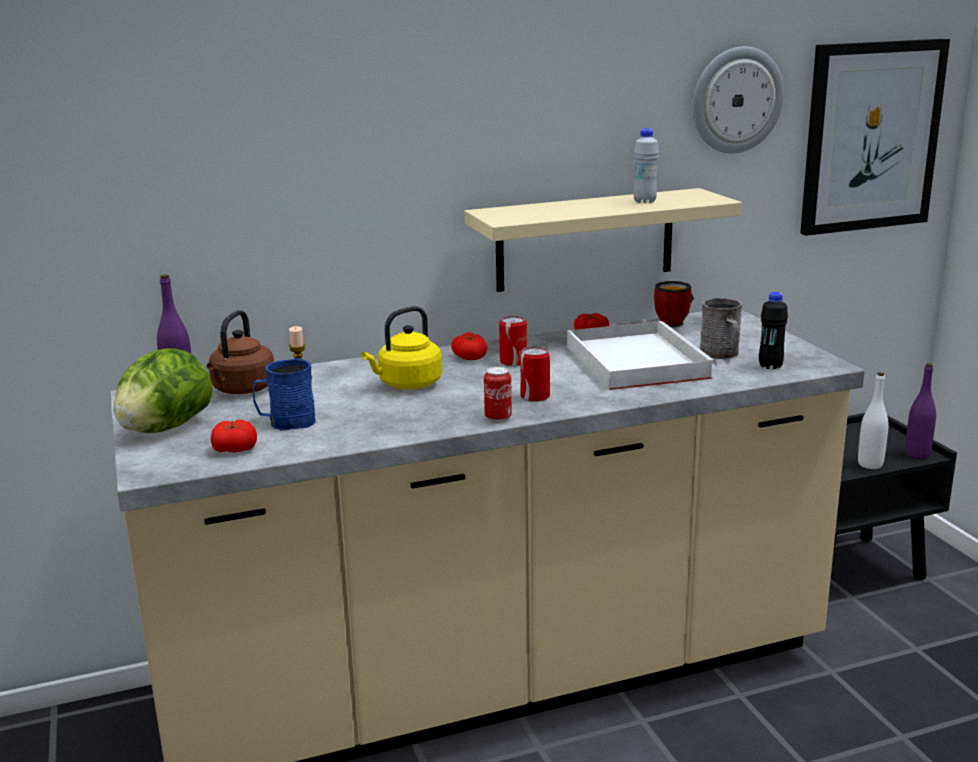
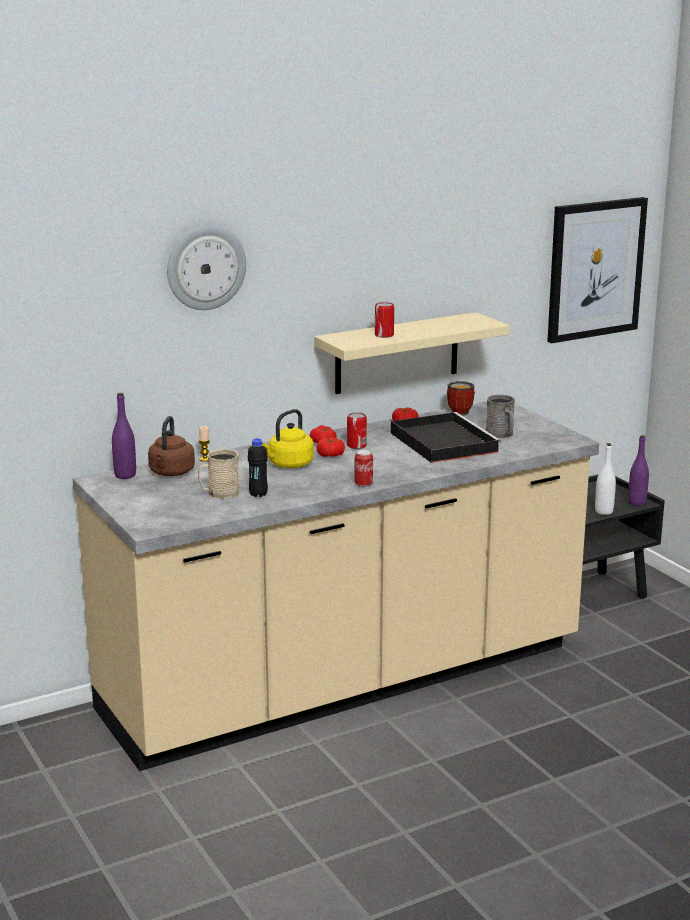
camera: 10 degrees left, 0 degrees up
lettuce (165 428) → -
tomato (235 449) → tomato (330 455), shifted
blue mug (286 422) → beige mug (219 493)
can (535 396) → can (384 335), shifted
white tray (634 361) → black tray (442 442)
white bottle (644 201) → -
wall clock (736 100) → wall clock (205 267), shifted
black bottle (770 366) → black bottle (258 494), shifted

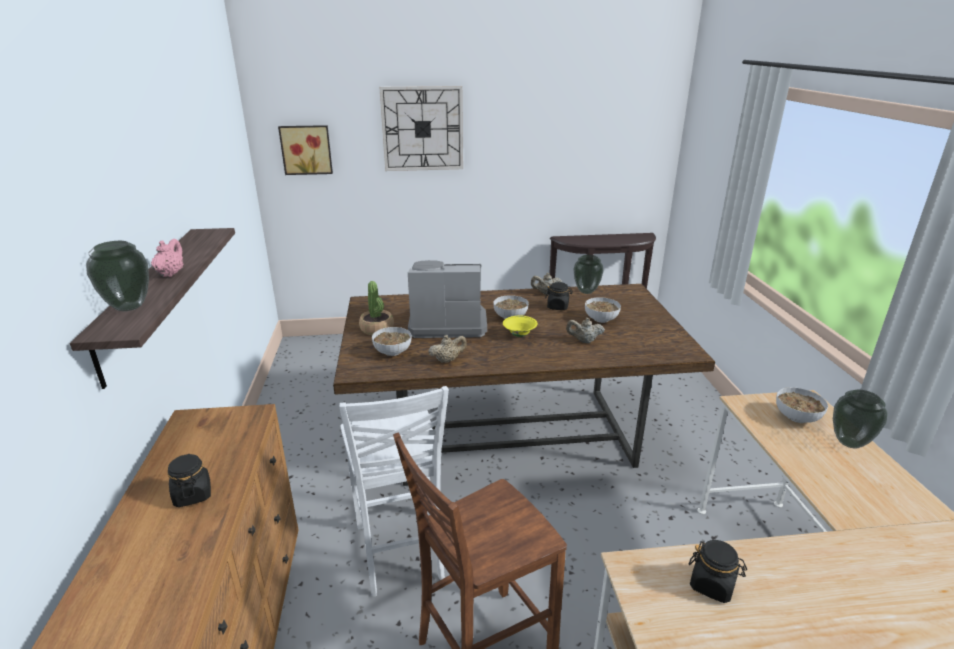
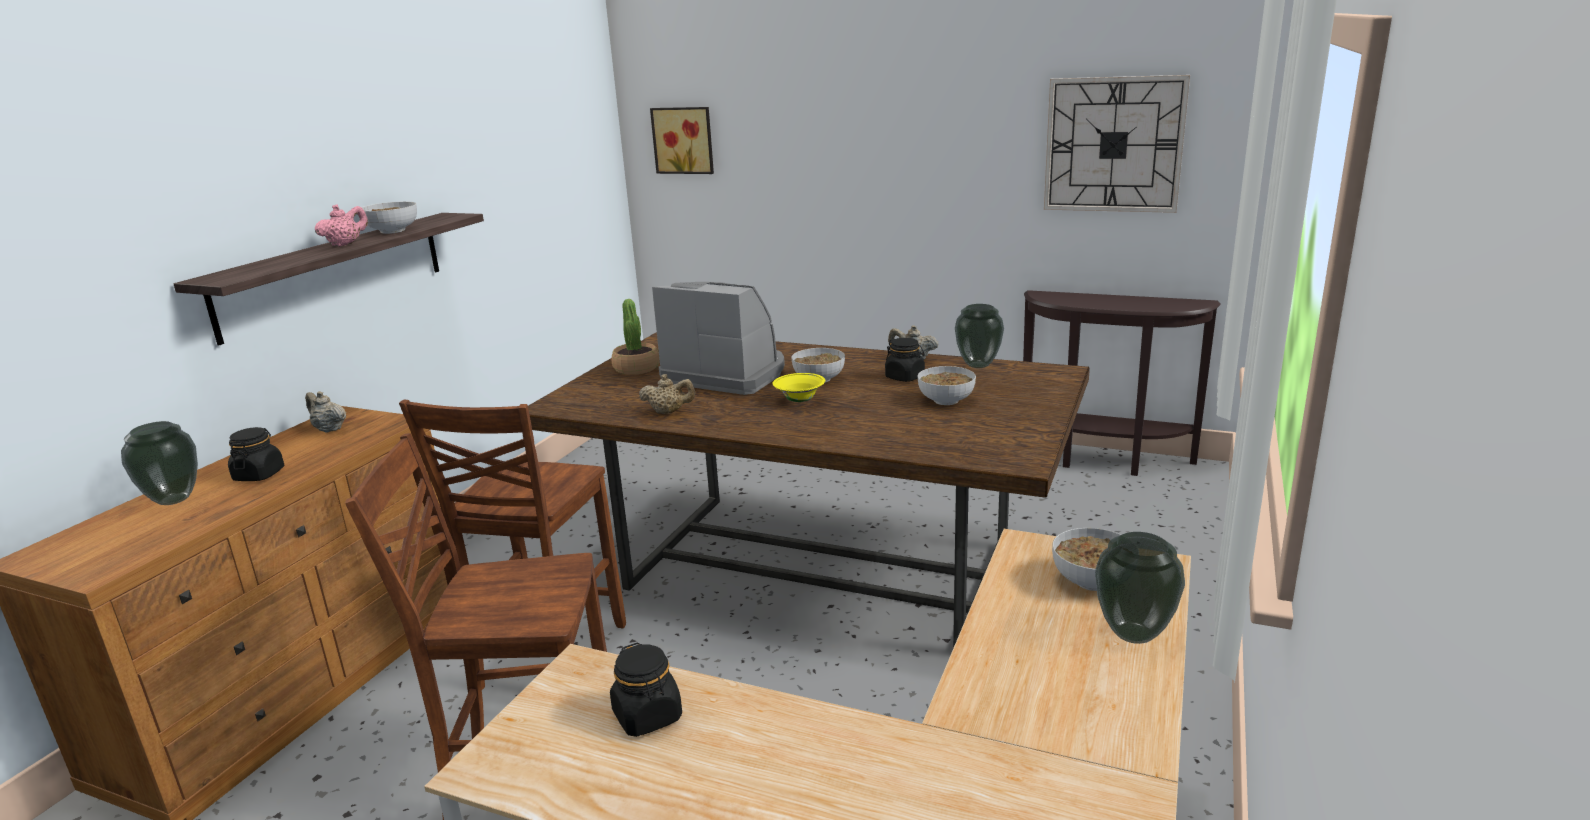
camera: 30 degrees right, 5 degrees down
vase (129 306) → vase (175 499), shifted
white chair (400 553) → brown chair (547 658)
bowl (393 351) → bowl (393 231), shifted
wall clock (422 129) → wall clock (1113 145), shifted
beige teapot (584 341) → beige teapot (329 429), shifted

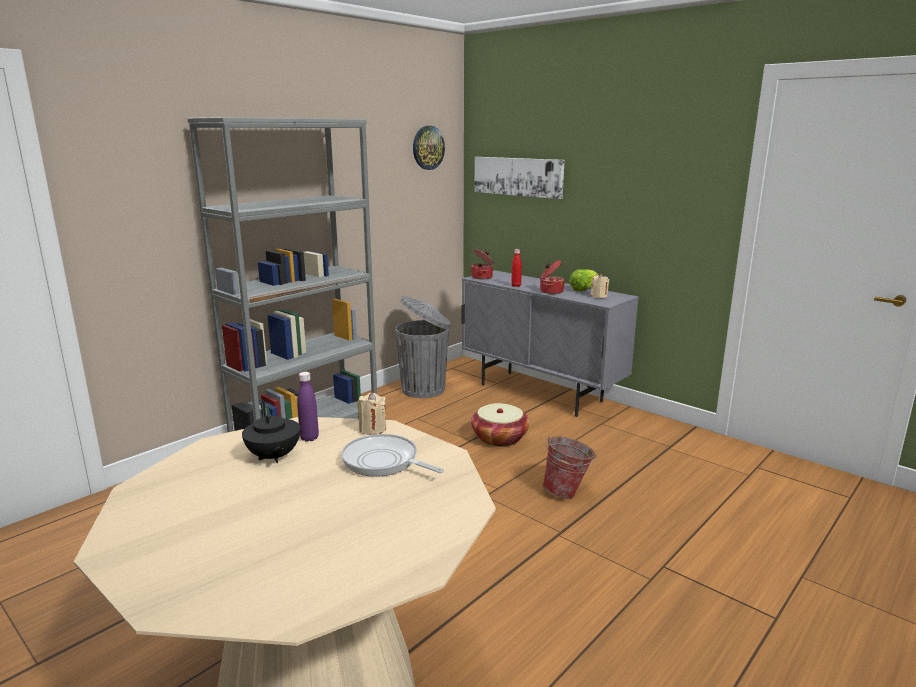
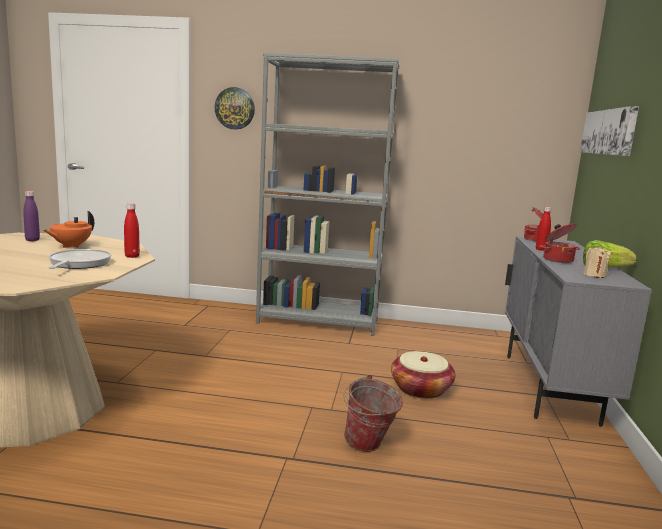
camera: 55 degrees right, 5 degrees down
black teapot (273 457) → orange teapot (71 246)
purple bottle (309 438) → purple bottle (32 240), shifted
beige candle (372 429) → red bottle (132 256)
grey trash can (425 389) → -
wall clock (428 147) → wall clock (235 108), shifted

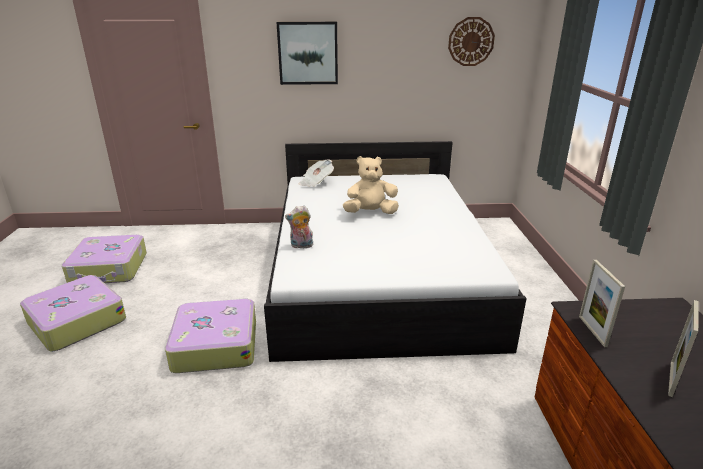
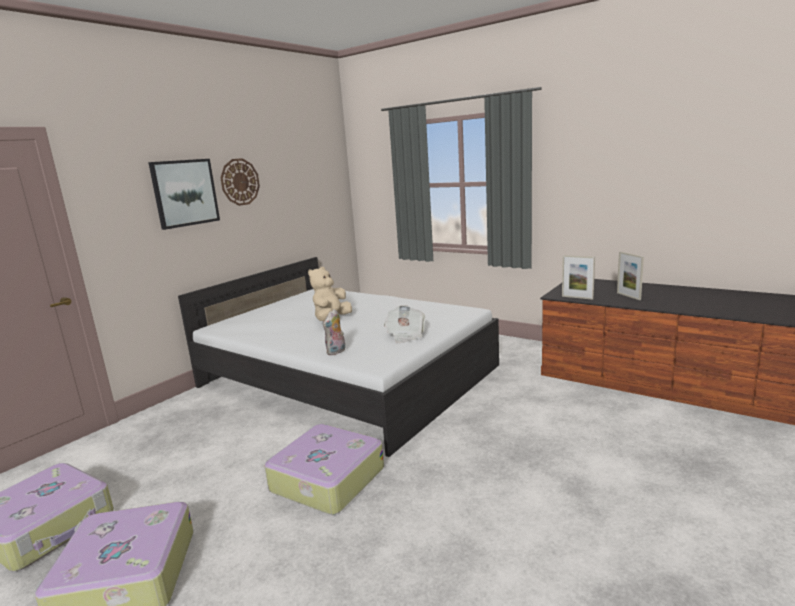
camera: 50 degrees left, 10 degrees down
newspaper (316 182) → newspaper (405 335), shifted
wall clock (471 41) → wall clock (240 182), shifted

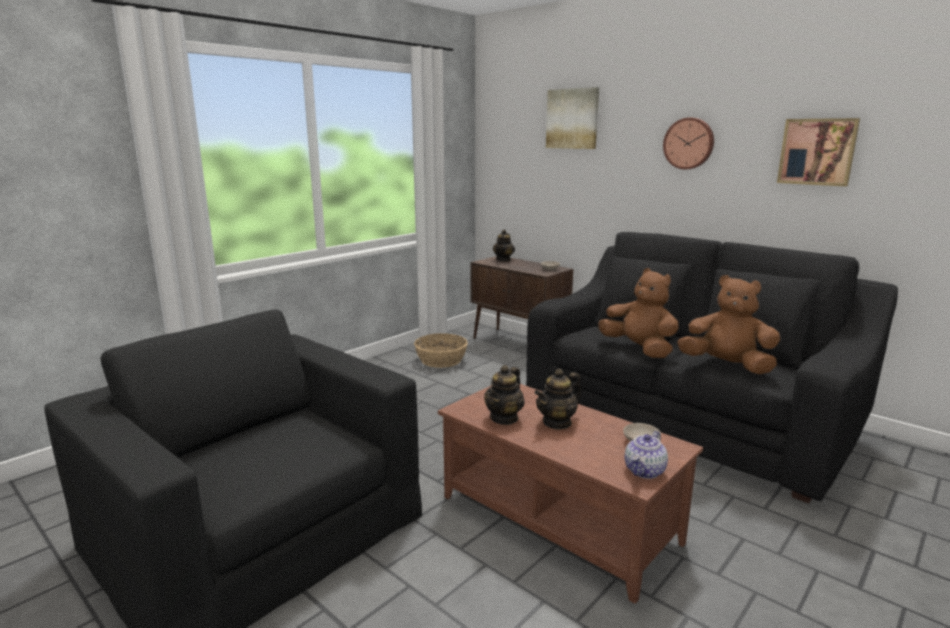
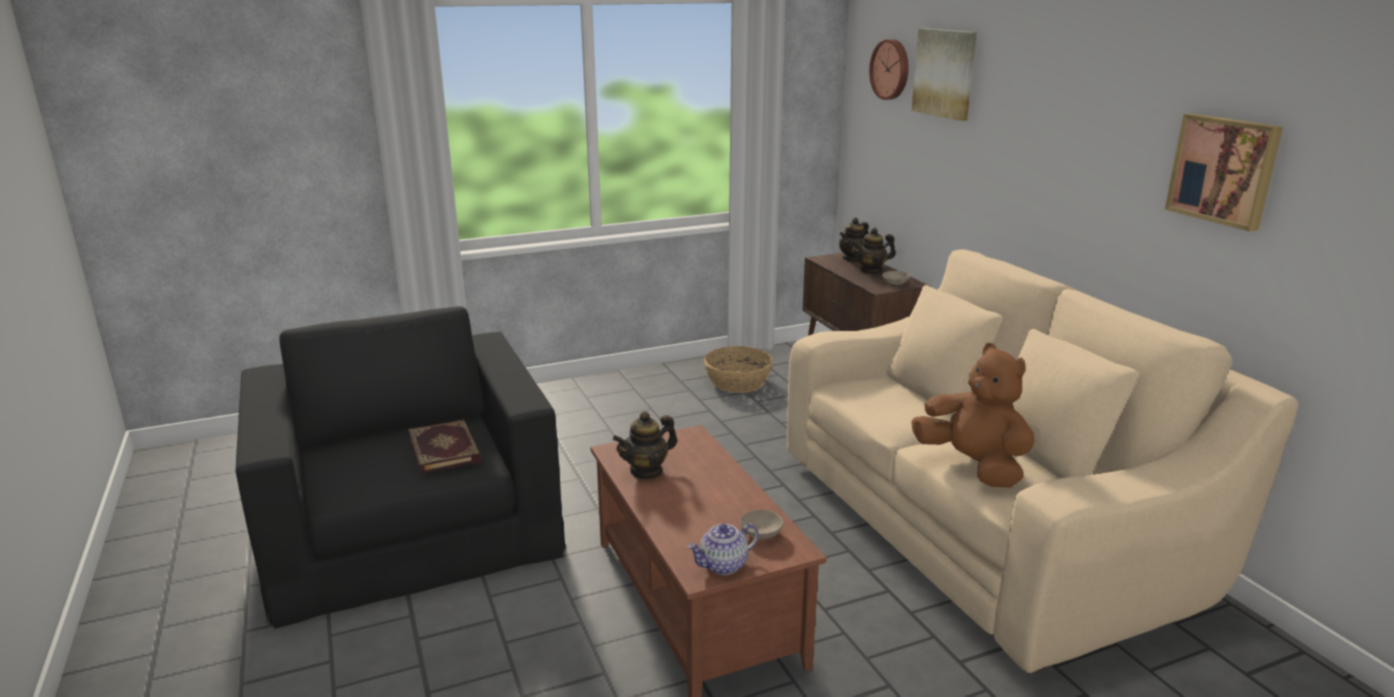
camera: 25 degrees right, 5 degrees up
black sofa (685 419) → beige sofa (980 527)
teapot (557 422) → teapot (871 271), shifted
brown plush toy (639 349) → -
wall clock (689 143) → wall clock (891 69), shifted
- → book (446 449)

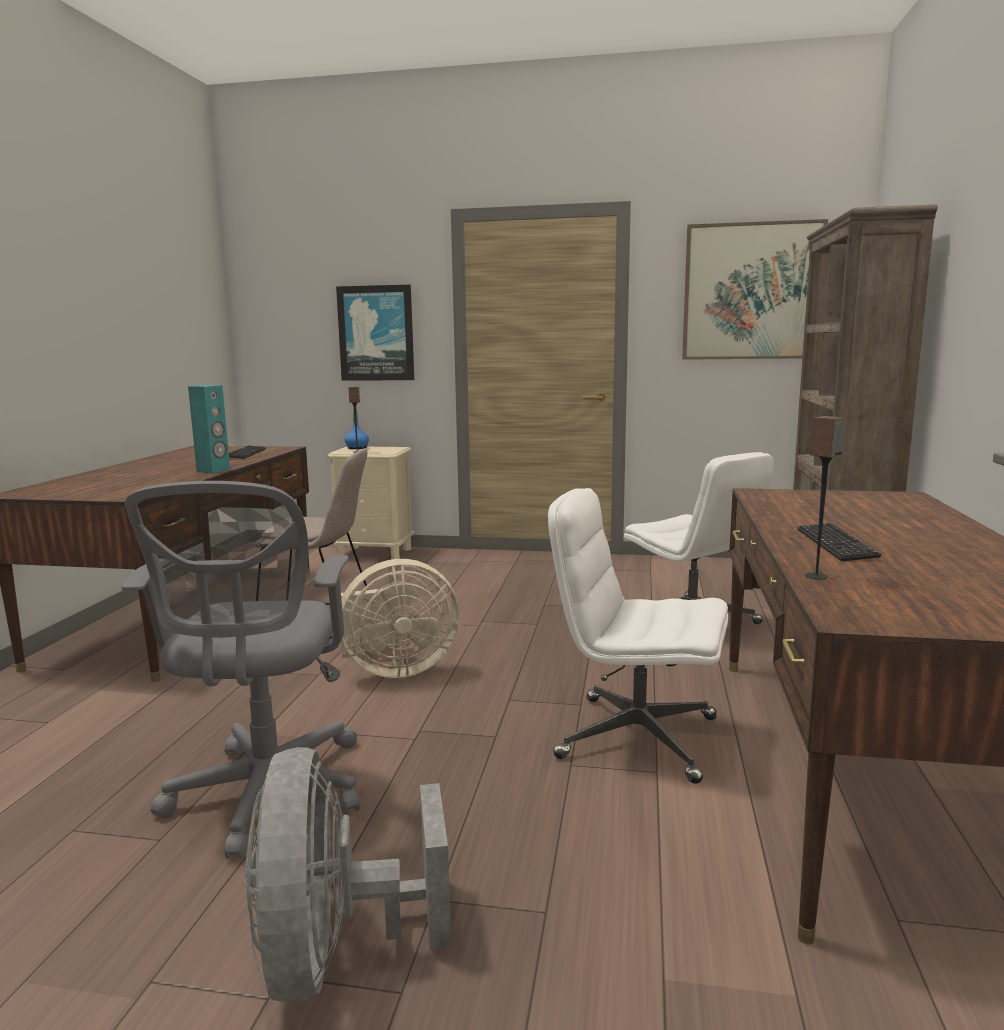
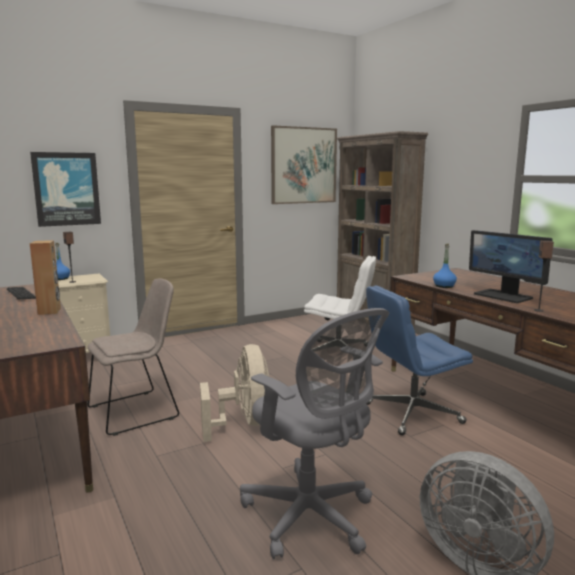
camera: 40 degrees left, 0 degrees up
turquoise speaker (214 470) → brown speaker (49 311)
beige fan (394 669) → beige fan (243 423), 45 degrees counterclockwise
white office chair (635 737) → blue office chair (411 414)
keyboard (835 544) → monitor (503 296)
- → blue bottle (444 286)

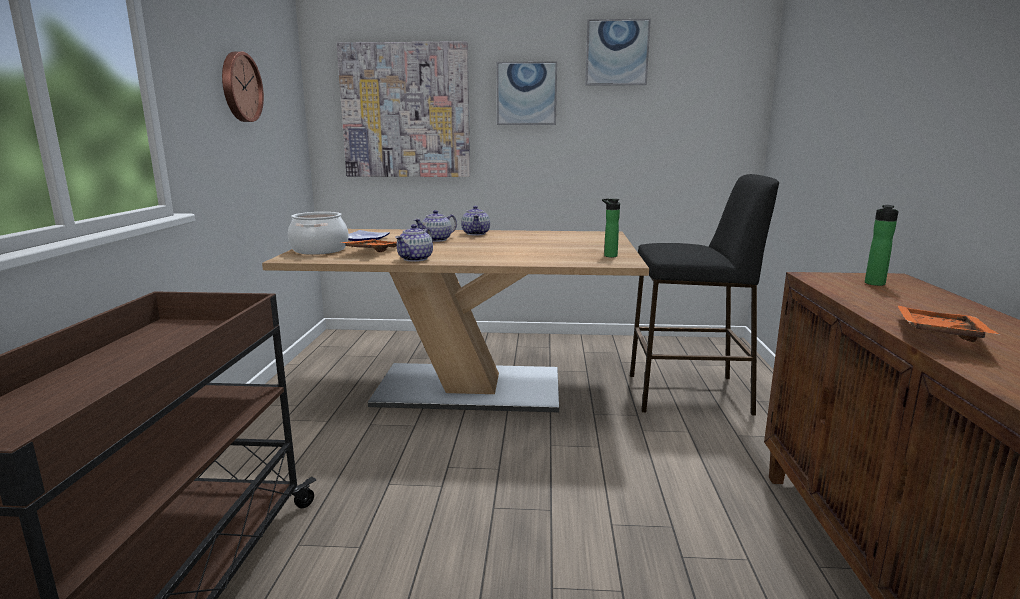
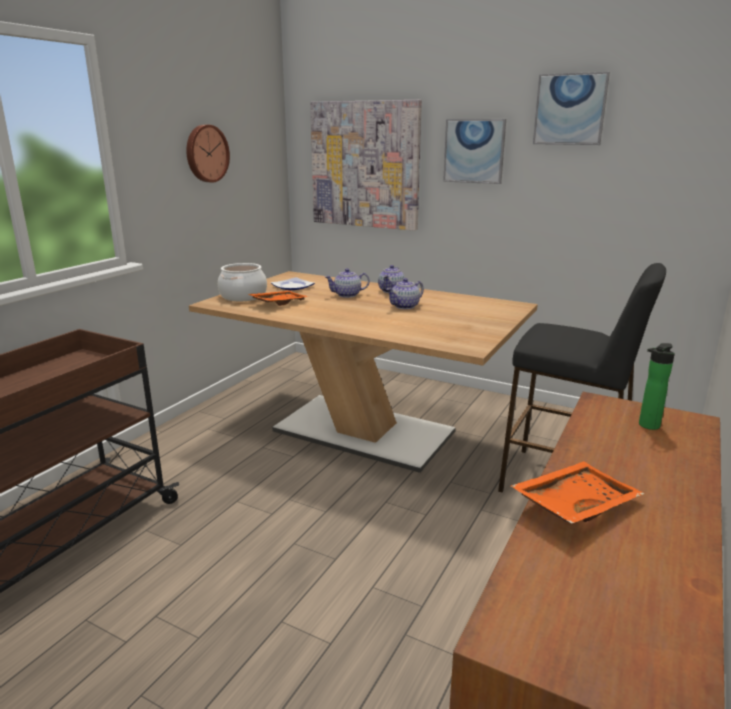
camera: 25 degrees right, 5 degrees up
teapot (416 259) → teapot (405 306), shifted
bottle (609 255) → -

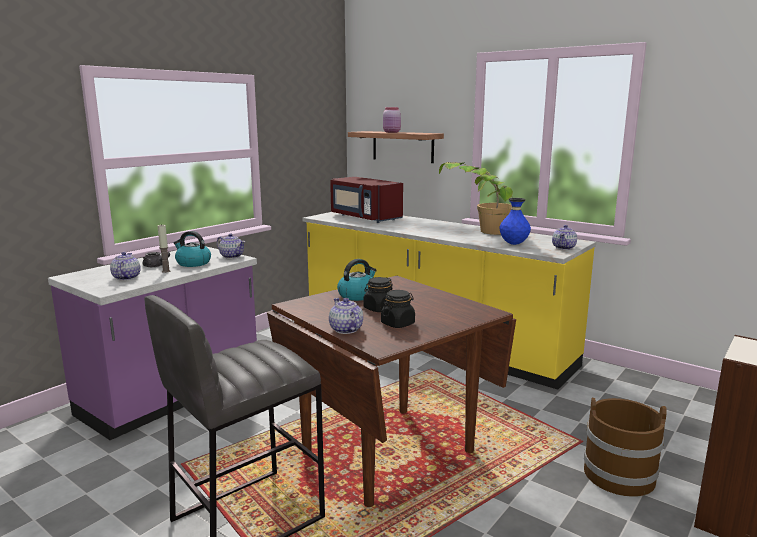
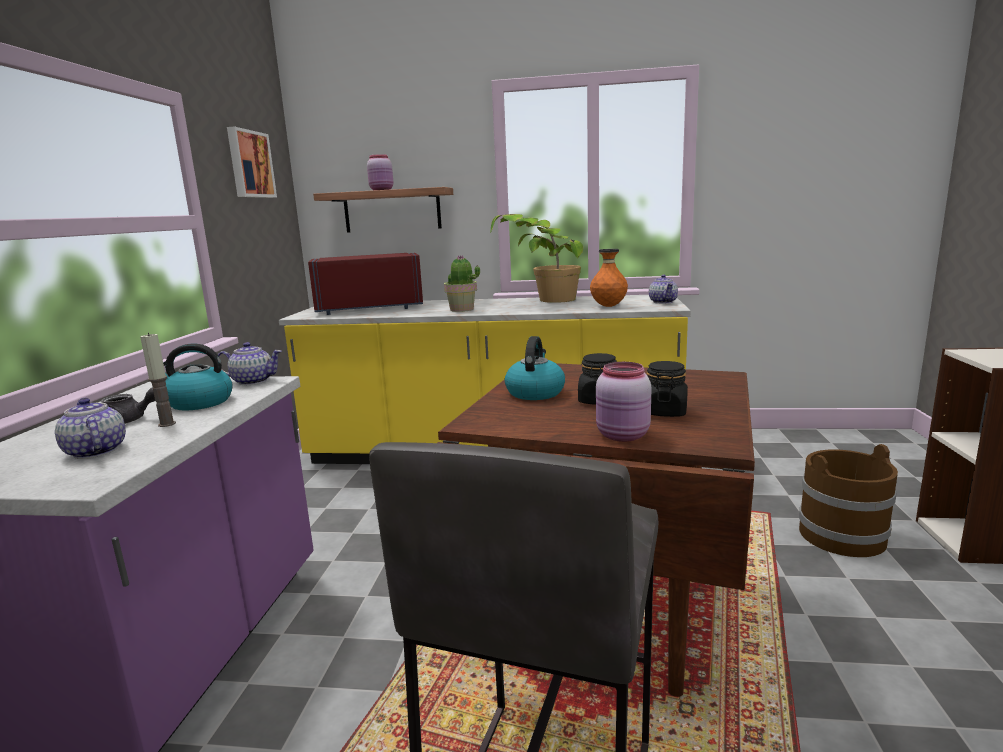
camera: 30 degrees left, 0 degrees up
teapot (346 330) → pink jar (623 436)
red microwave (364 217) → red microwave (369 308), 150 degrees clockwise
blue vase (513 244) → orange vase (608 306)
- → picture (249 164)
- → potted plant (462 309)

